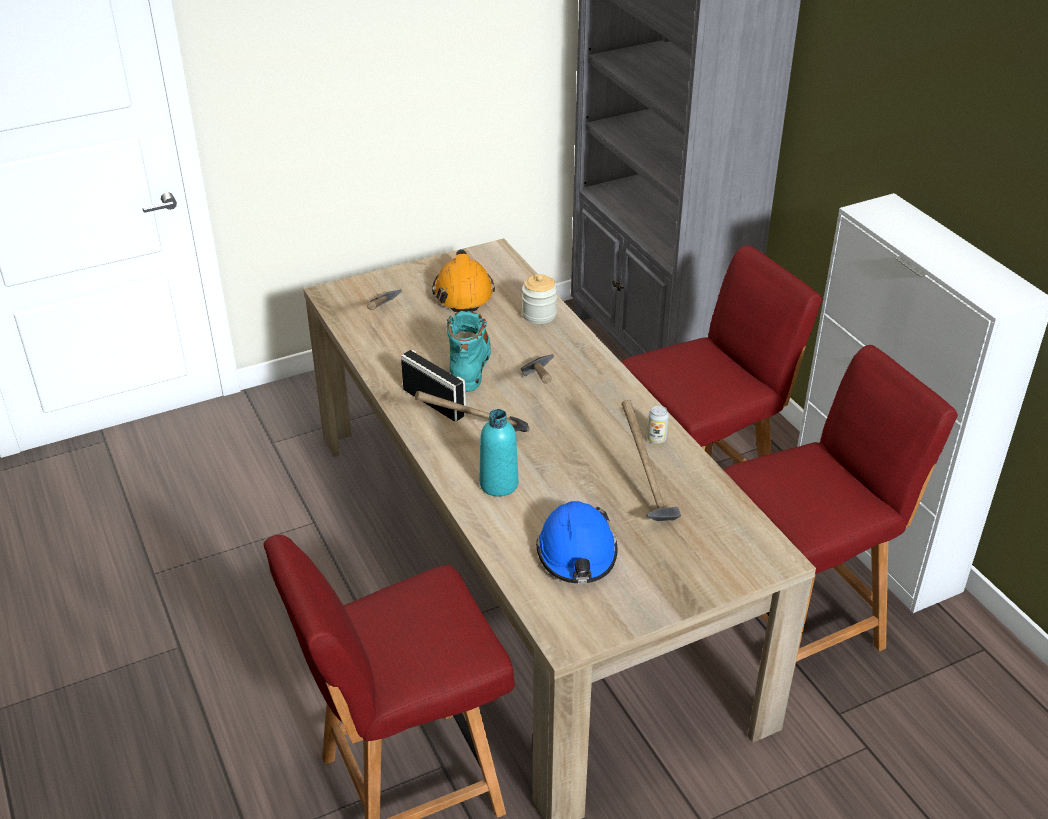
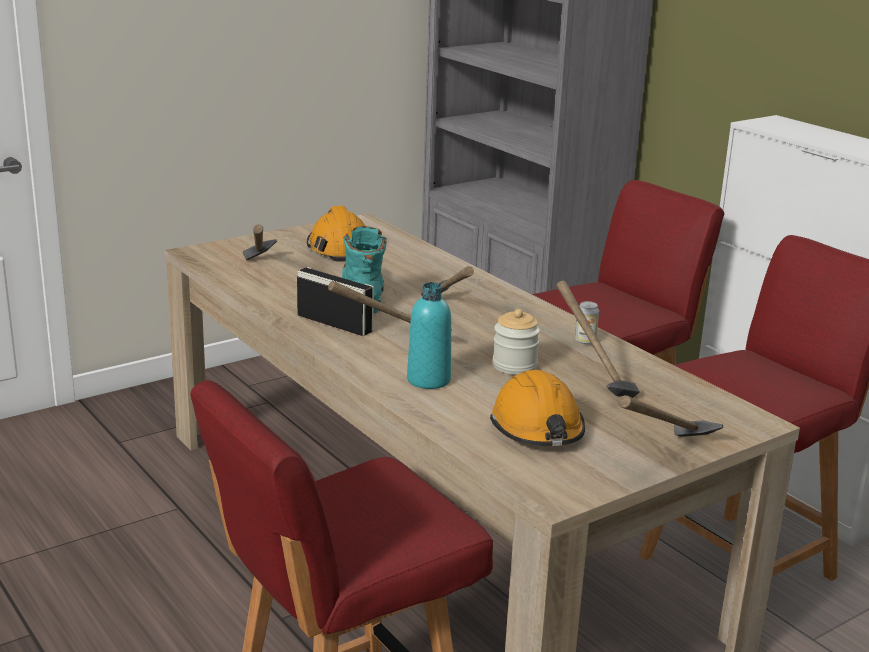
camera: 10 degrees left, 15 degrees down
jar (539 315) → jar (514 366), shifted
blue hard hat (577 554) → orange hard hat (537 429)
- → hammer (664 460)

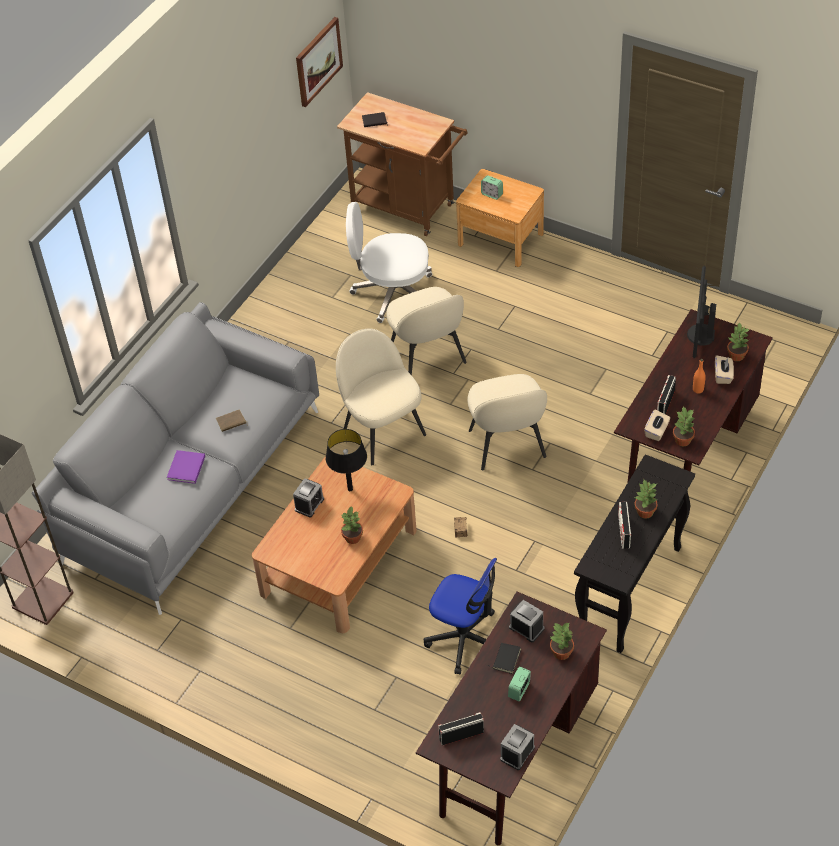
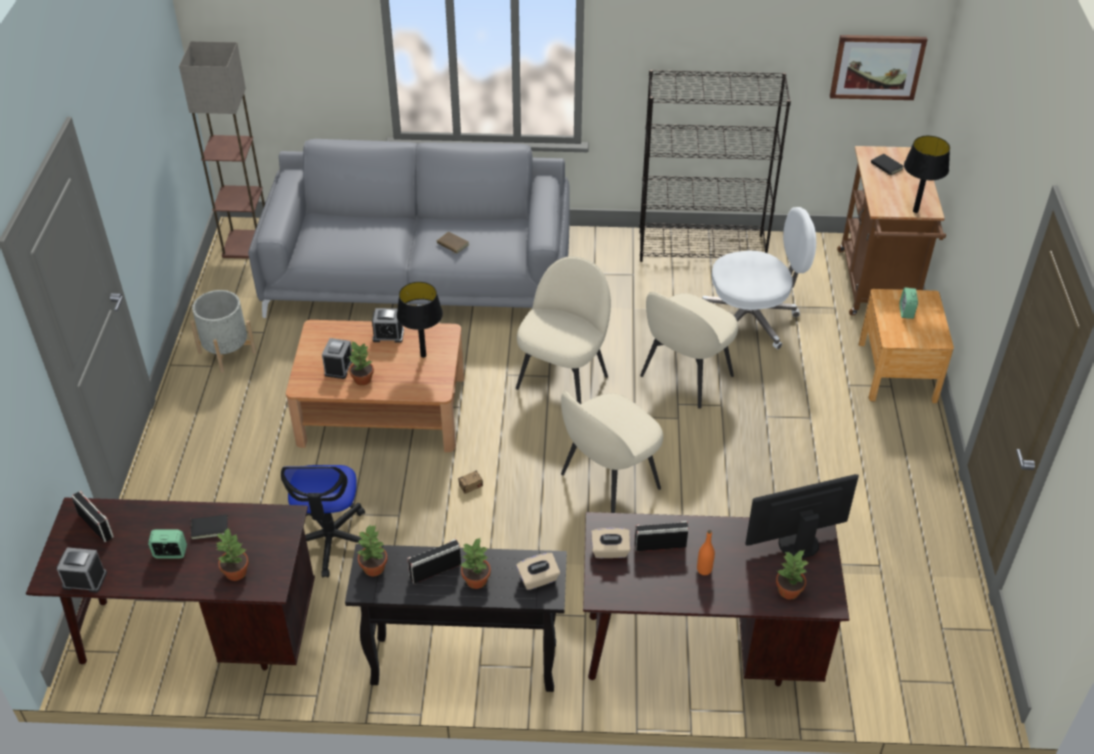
camera: 60 degrees right, 5 degrees down
purple book (186 469) → -
white office chair (392 293) → white office chair (751 319), 105 degrees clockwise
alarm clock (526 628) → alarm clock (339 367), shifted
potted plant (683 440) → potted plant (374 568), shifted
beige tissue box (723 375) → beige tissue box (538 579), shifted
- → grey planter (227 352)
- → black bookcase (702 248)
- → black table lamp (915 211)

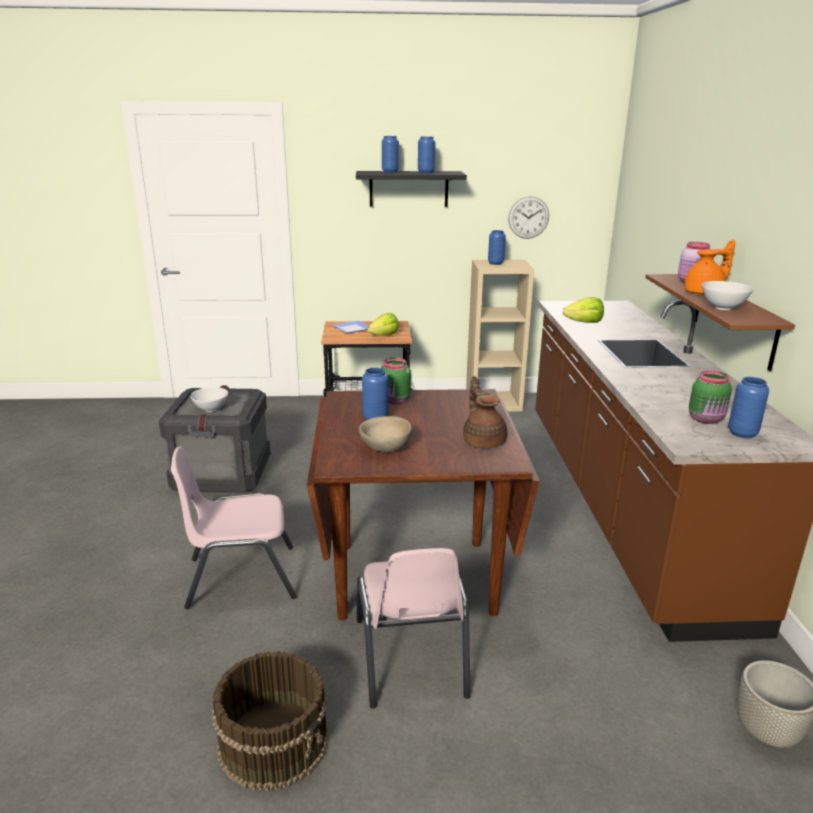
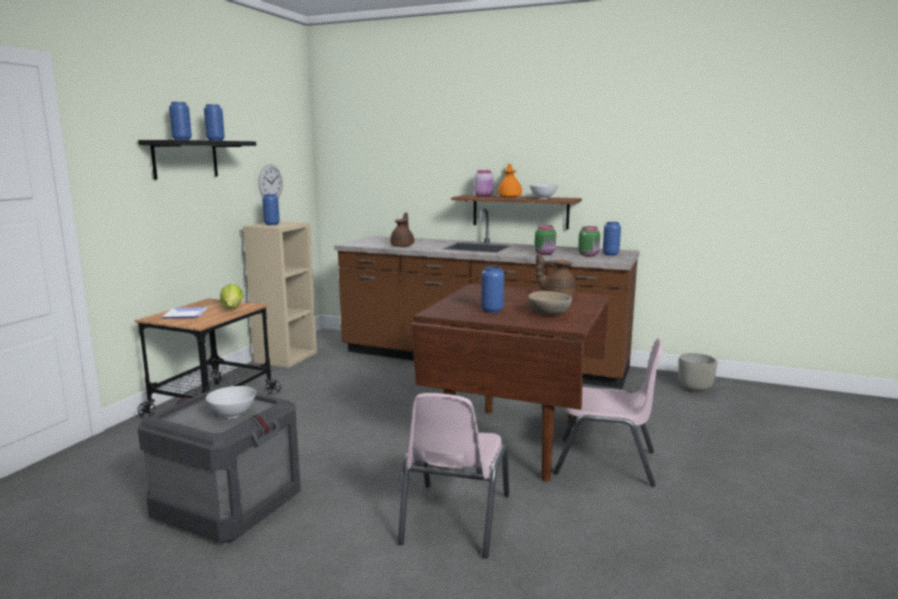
camera: 65 degrees left, 10 degrees down
brown bucket (274 741) → -
green jar (395 400) → green jar (545 254), shifted
lettuce (584 322) → brown teapot (403 246)

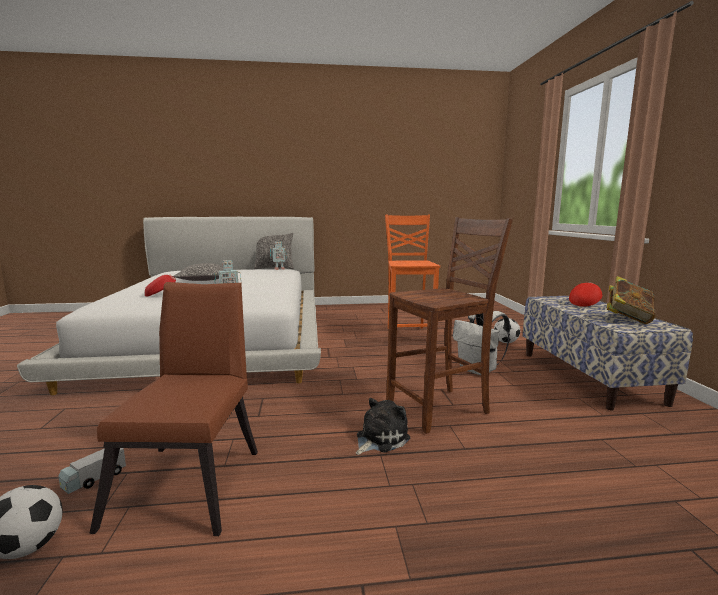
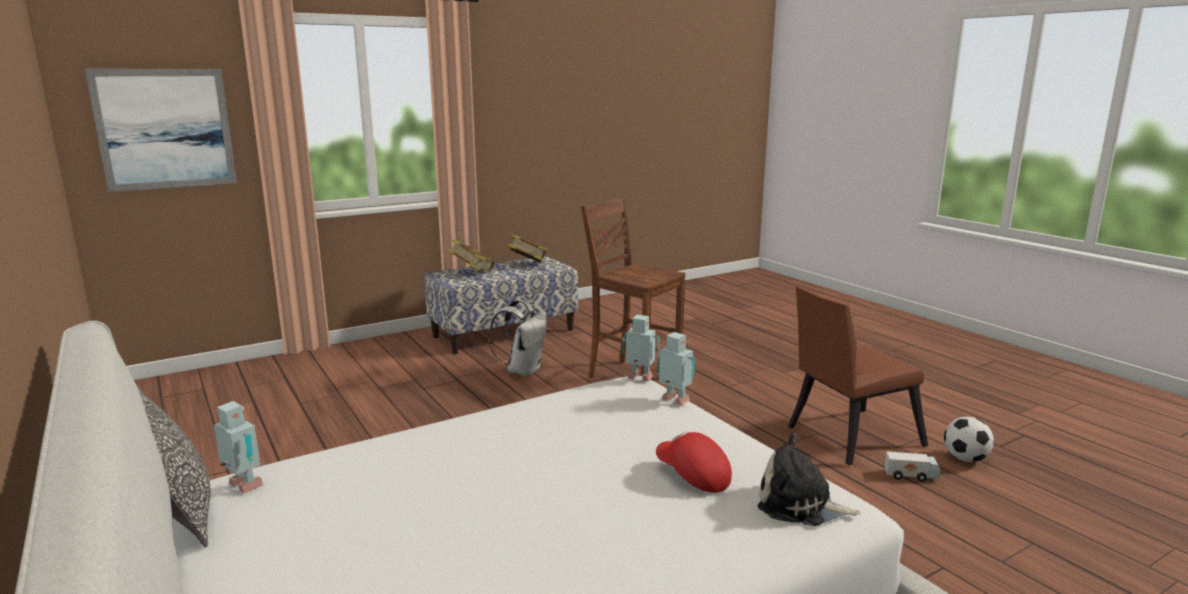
camera: 115 degrees left, 5 degrees up
pillow (204 280) → -
plush toy (380 438) → plush toy (800 505), shifted
orange chair (409 334) → -
football (505 342) → -
red cap (585 303) → book (471 273)
- → picture (165 129)
- → toy robot (640 378)

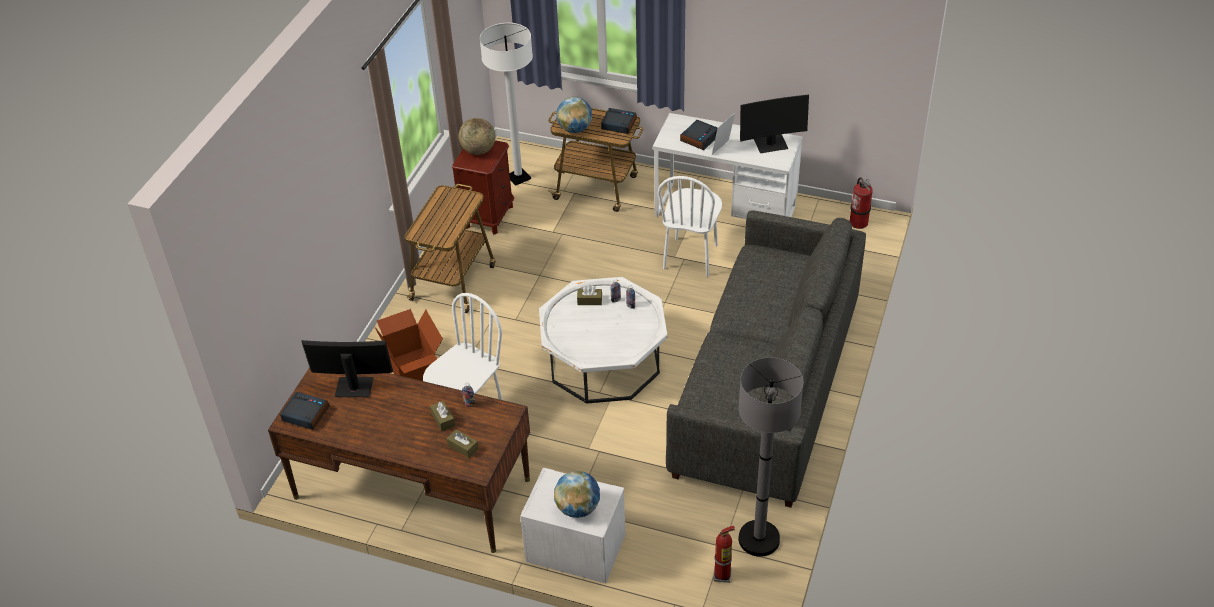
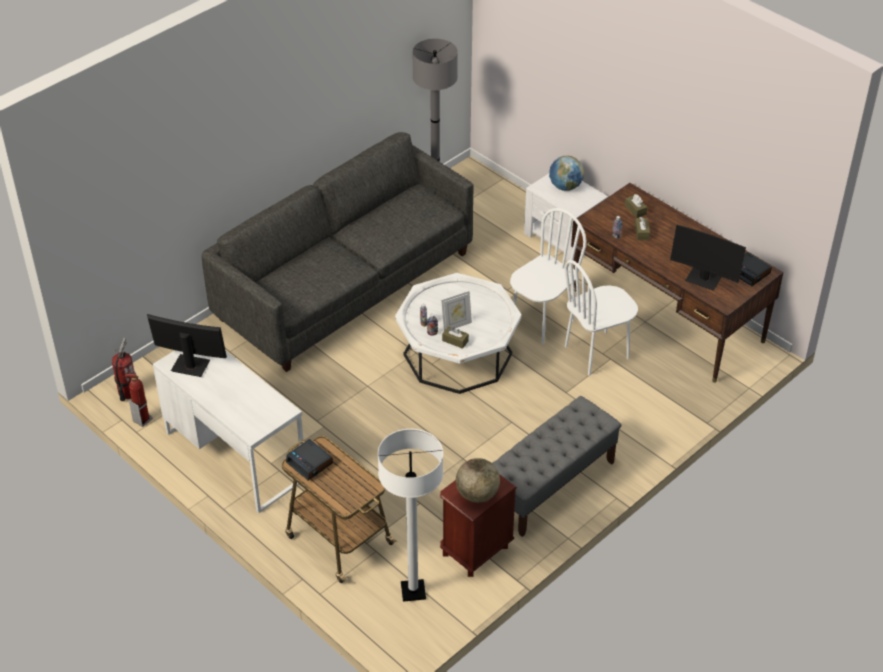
camera: 155 degrees left, 0 degrees up
cardboard box (413 369) → -
cart (453 281) → grey bench (550 485)
globe (575 129) → -
white chair (691 257) → white chair (541 322), shifted
alarm clock (699 138) → -
picture frame (722 149) → picture frame (456 325), shifted
fire extinguisher (722 575) → fire extinguisher (142 419), shifted

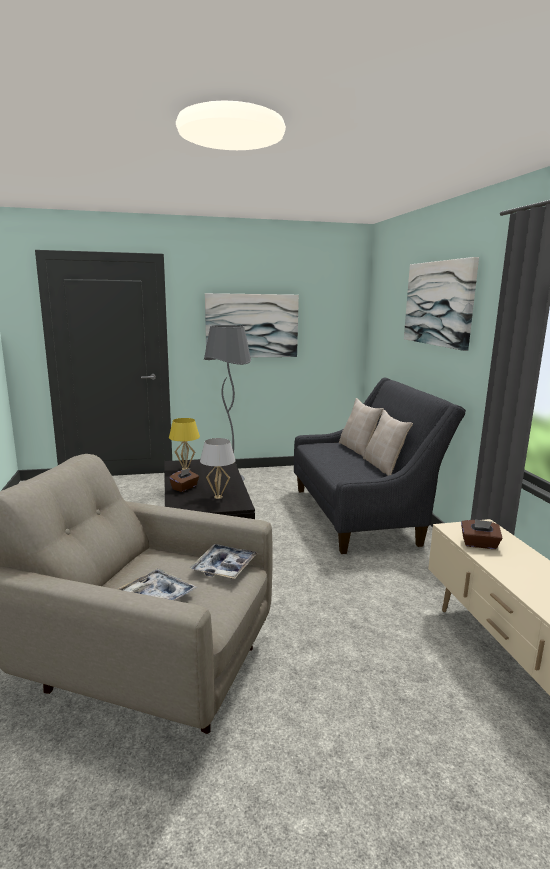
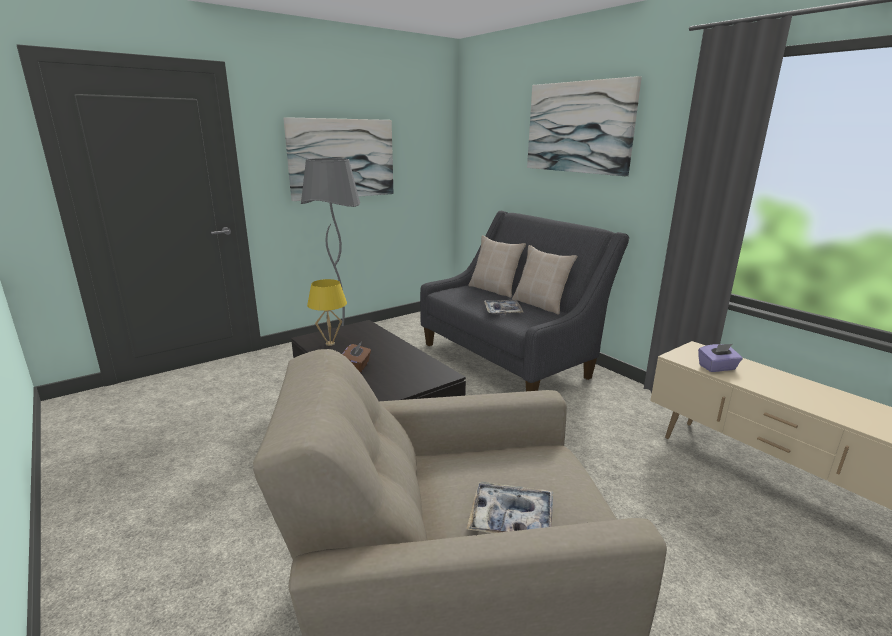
camera: 25 degrees left, 5 degrees up
tray (224 567) → tray (502 311), shifted
white table lamp (218 497) → -
brown tissue box (479 544) → purple tissue box (717 368)

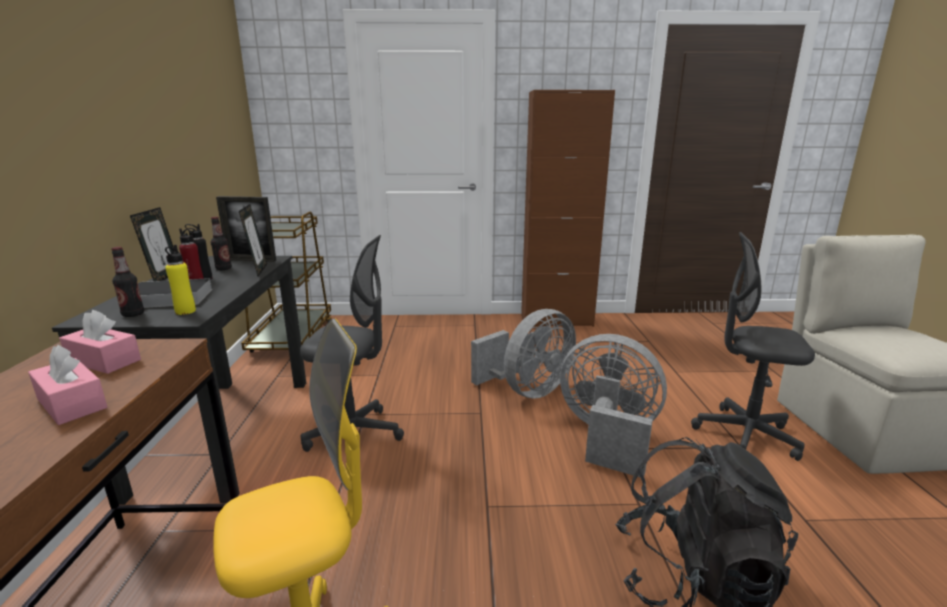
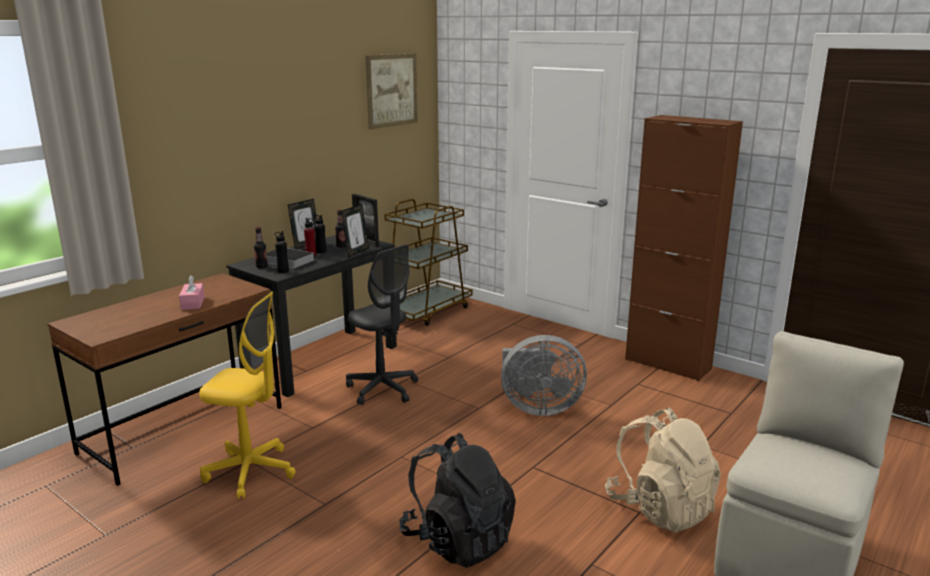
camera: 40 degrees right, 0 degrees up
pink tissue box (104 361) → -
yellow bottle (185 311) → black bottle (283 271)
grey fan (607 436) → -
grey office chair (745 435) → beige backpack (660 508)
- → picture (391 90)

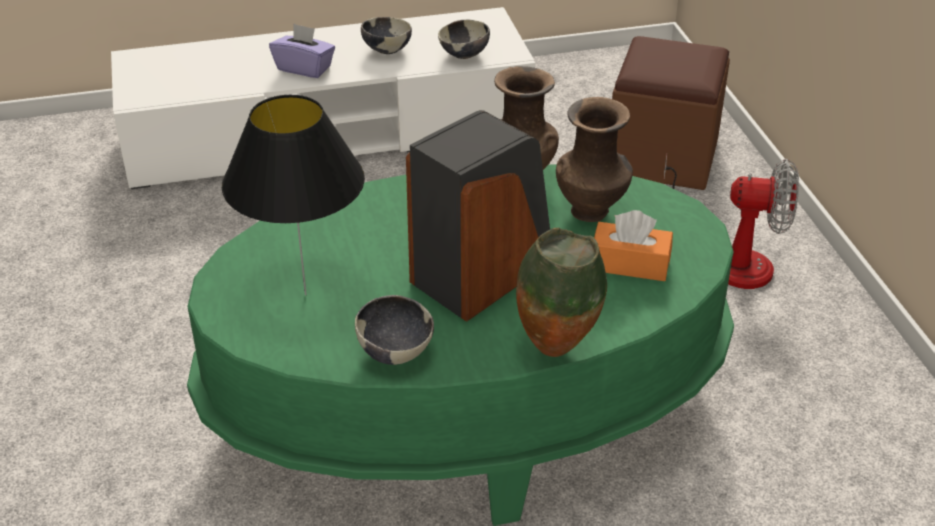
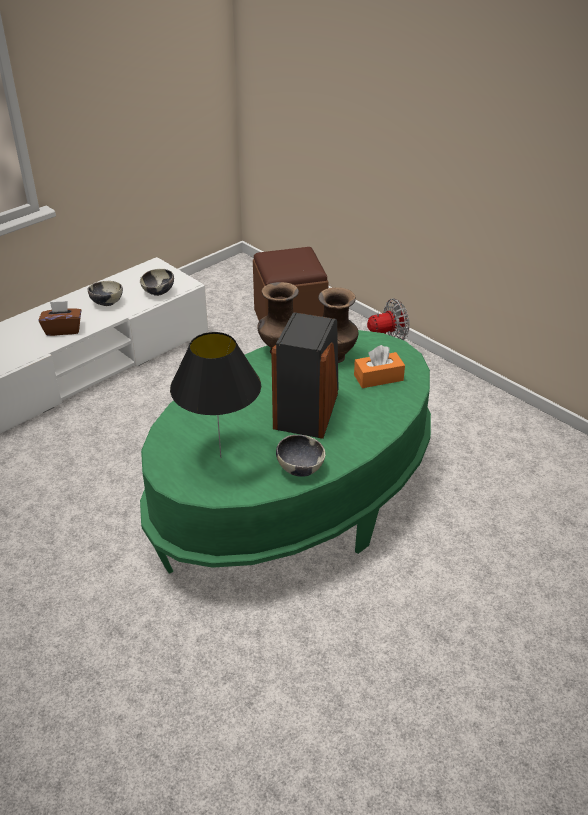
camera: 30 degrees left, 0 degrees up
purple tissue box (304 68) → brown tissue box (63 329)
vase (557 348) → -

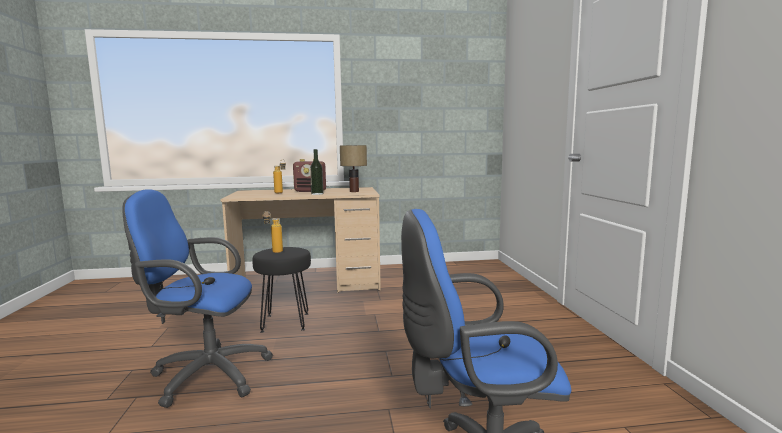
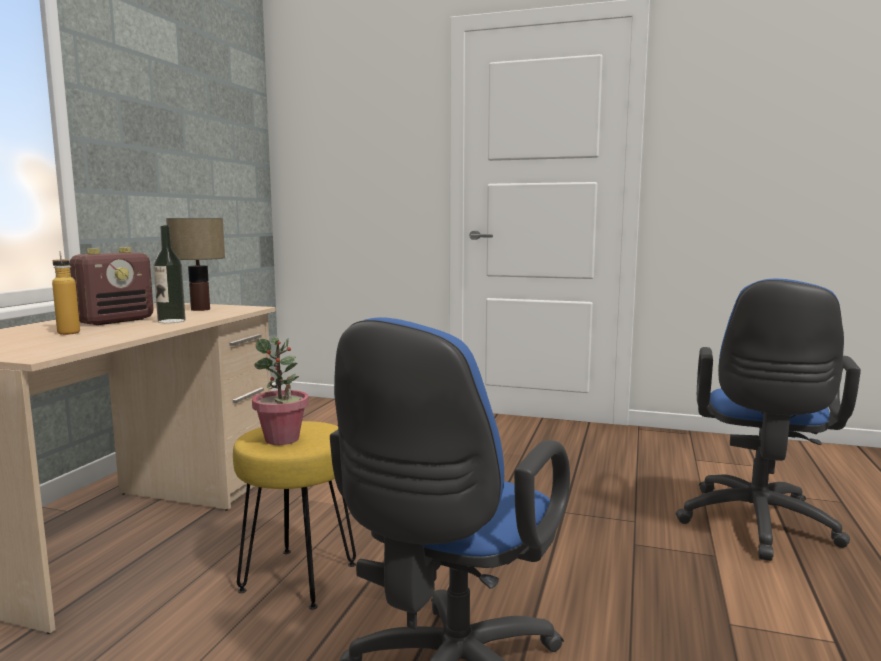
camera: 65 degrees left, 0 degrees up
black stool (284 322) → yellow stool (299 578)
bottle (273 251) → potted plant (282 439)

